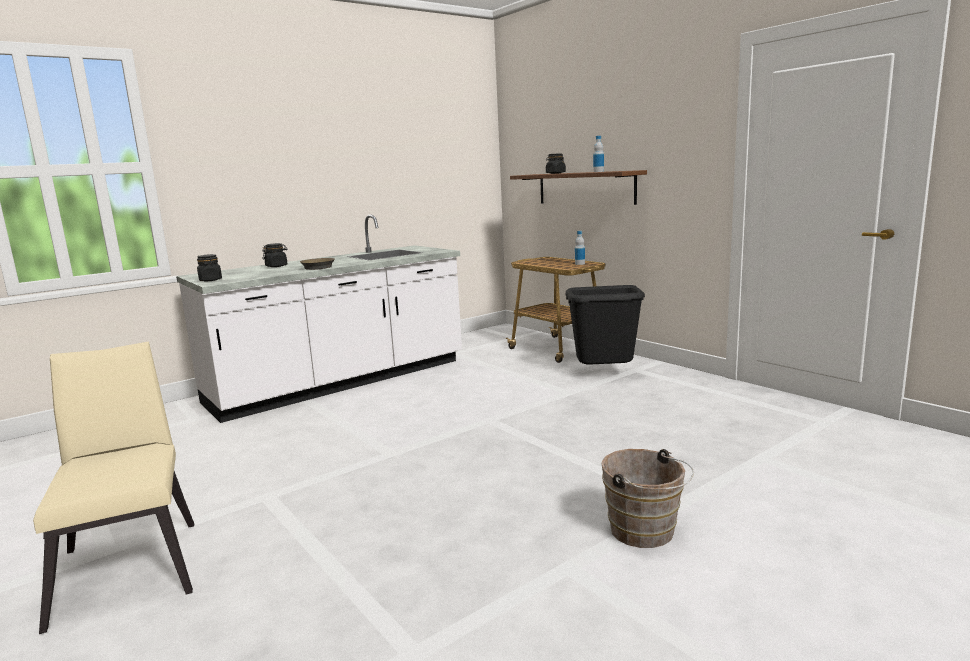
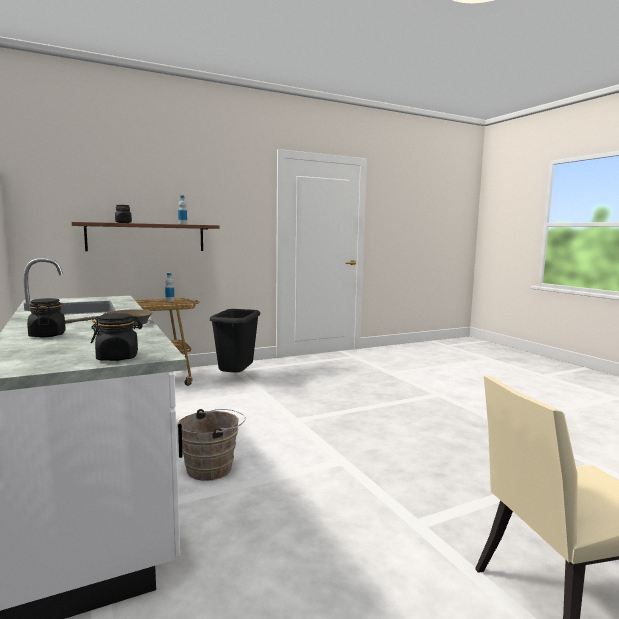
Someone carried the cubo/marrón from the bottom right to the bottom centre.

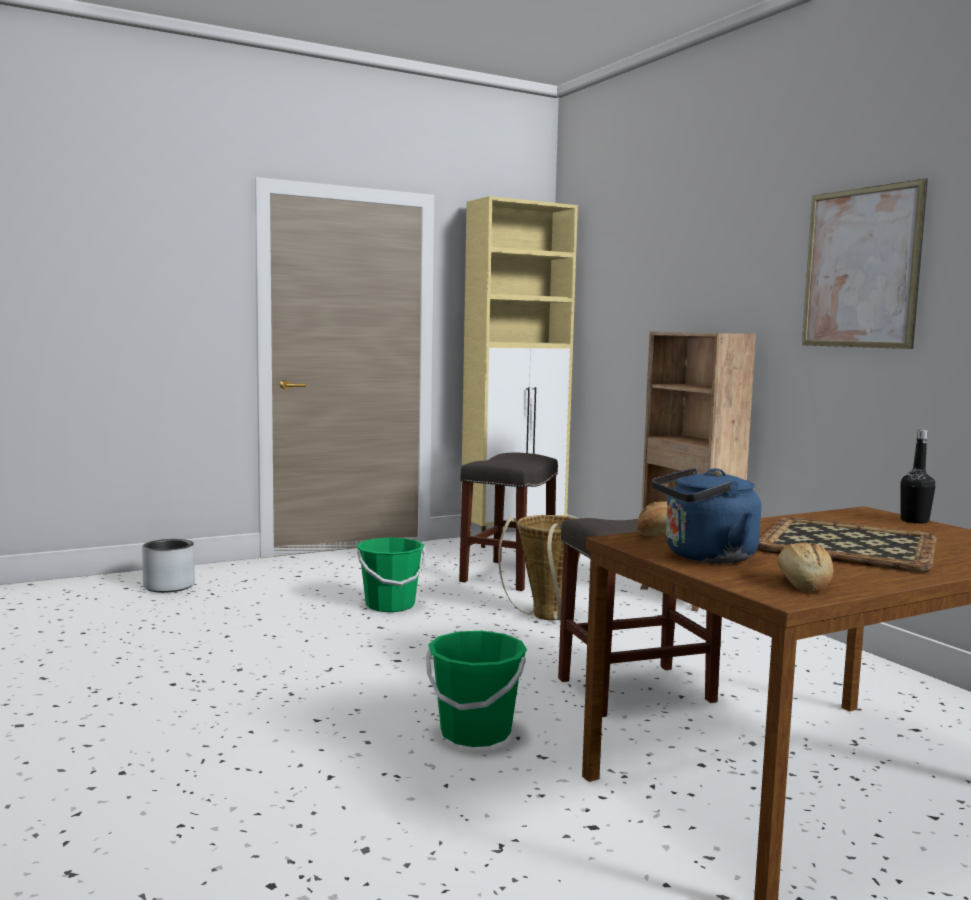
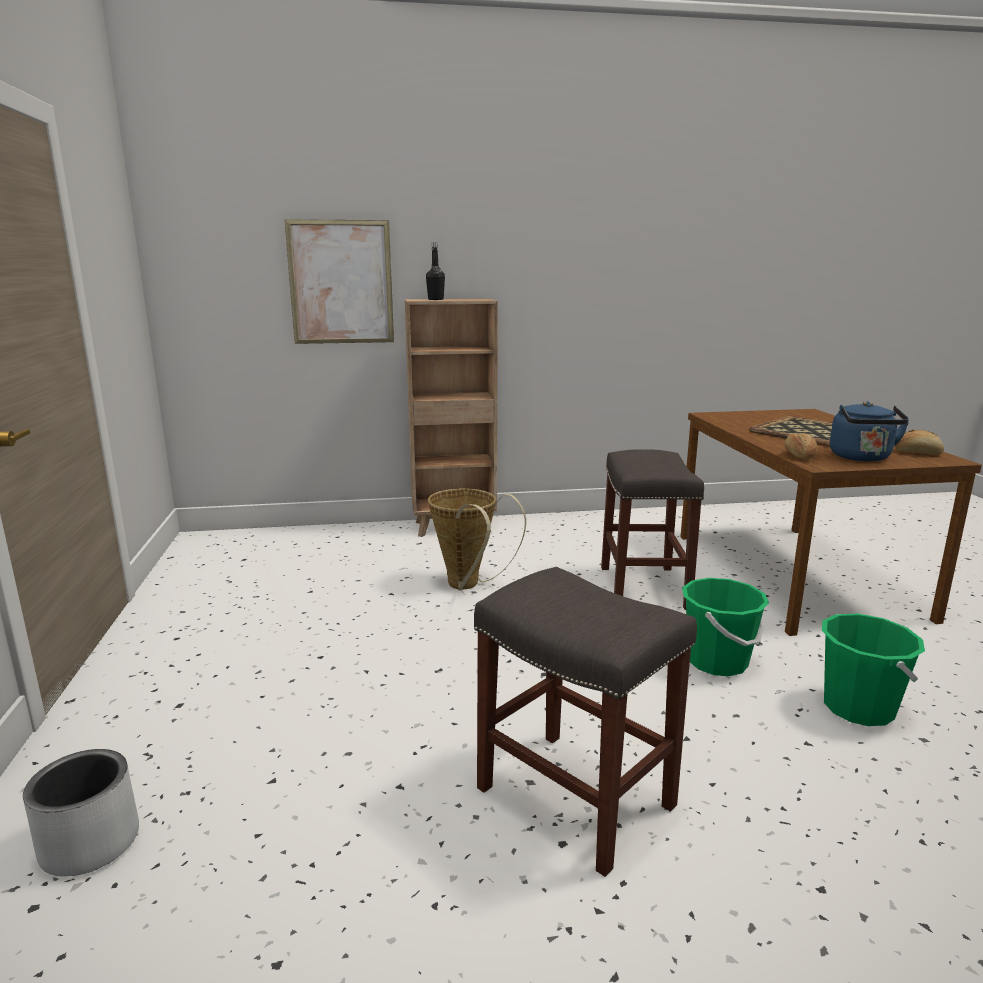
Someone carried the cuadro from the top right to the top centre.
Someone carried the botella/negro from the middle right to the top centre.
Someone carried the taburete/gris (1st from left) from the centre to the bottom centre.
Someone carried the cubo/verde (1st from left in the first image) from the centre to the bottom right.
Someone took away the armario/beis at the centre.

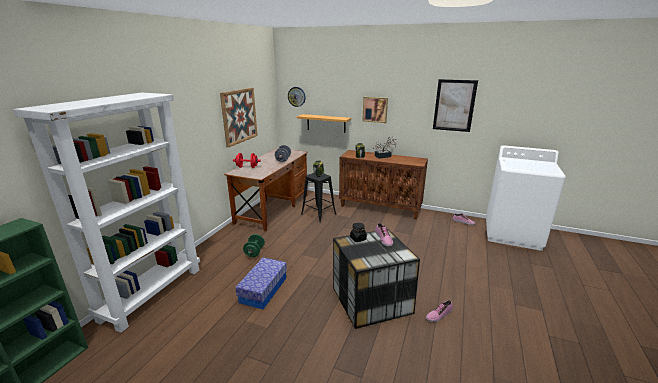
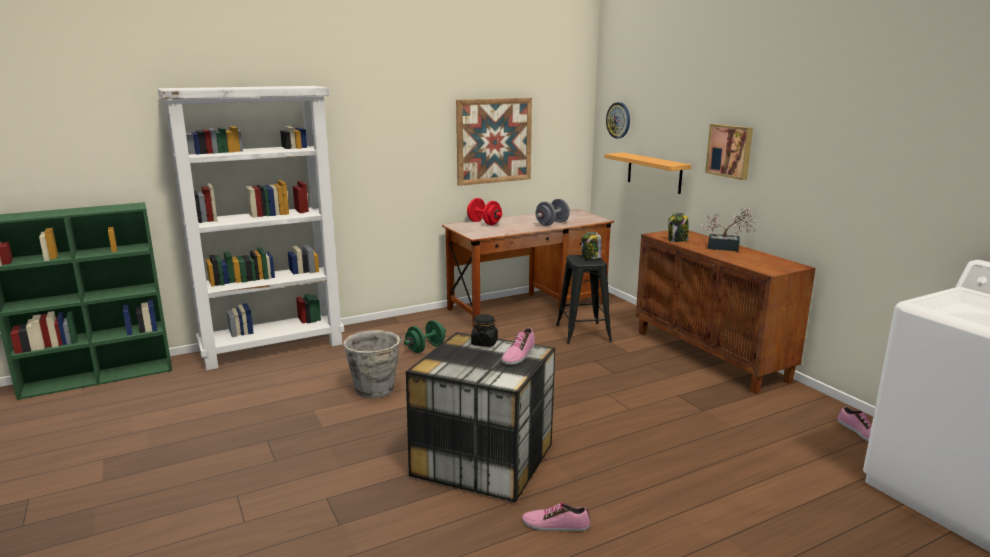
Someone swapped the caja de almacenaje (1st from left) at the bottom centre for the cubo/gris at the centre.
Someone took away the cuadro (3rd from left) at the top right.

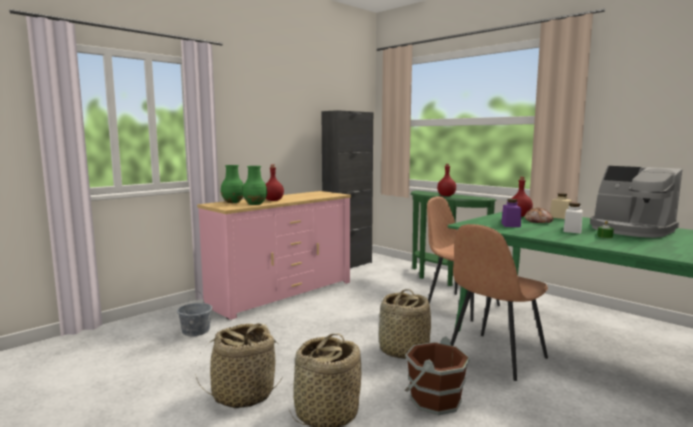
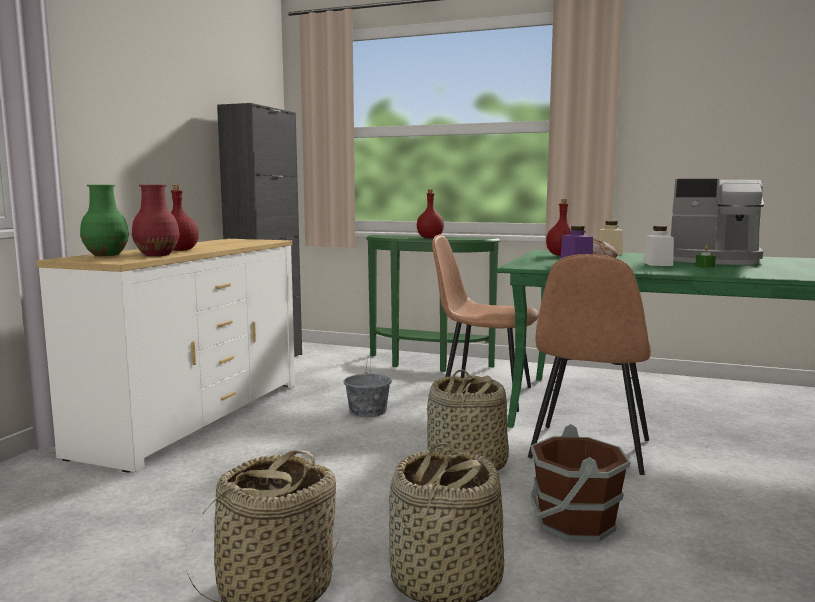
Someone repainted the cómoda/rosa at the centre, which became the cómoda/blanco at the middle left.
Someone repainted the florero/verde (2nd from left) at the centre, which became the florero/rojo at the middle left.
Someone carried the cubo/gris from the bottom left to the centre.

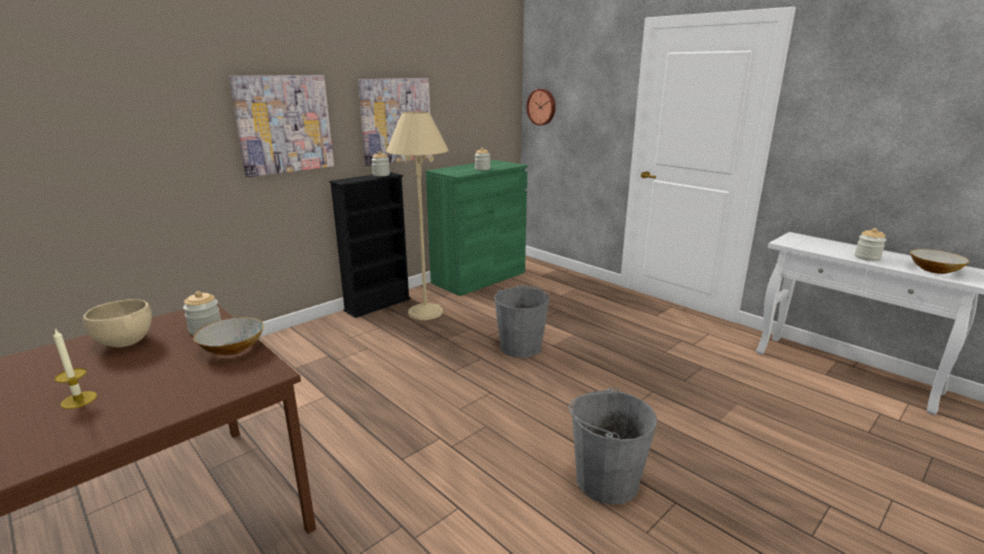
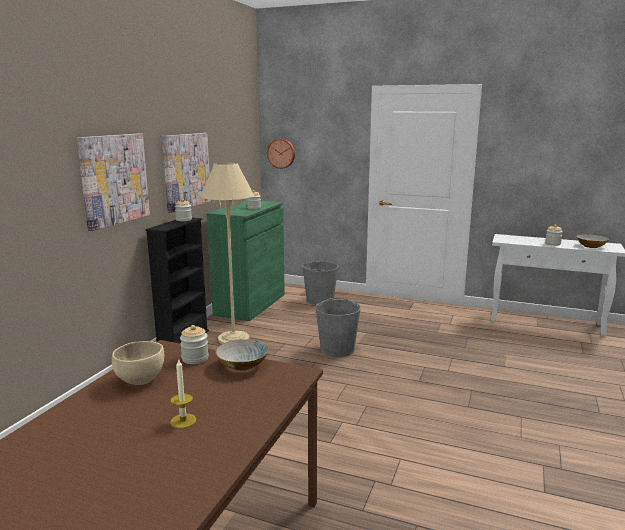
Someone carried the cubo/gris (2nd from left in the first image) from the bottom centre to the centre.

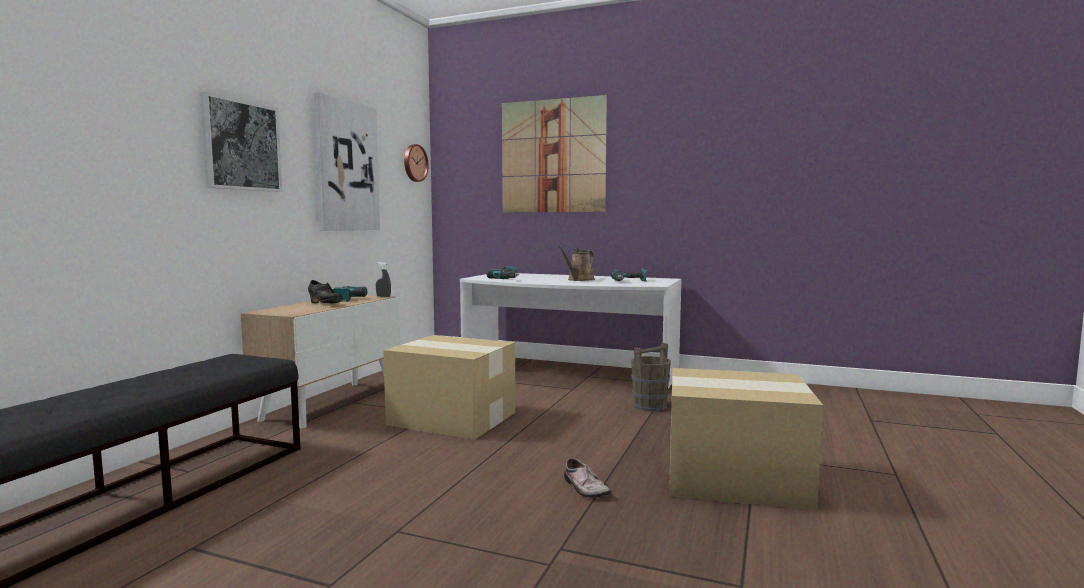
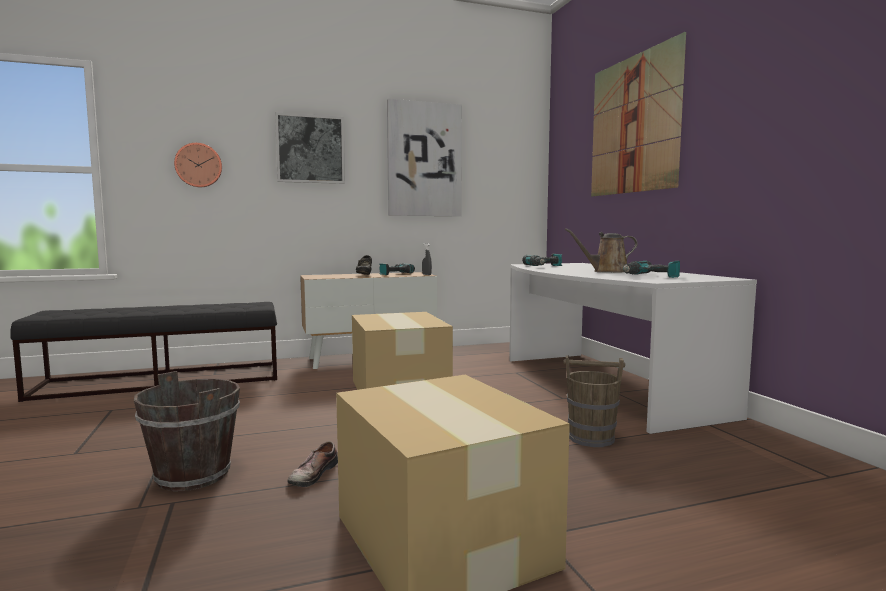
Someone put down the cubo/marrón (1st from left) at the bottom left.
Someone carried the reloj de pared from the top centre to the top left.

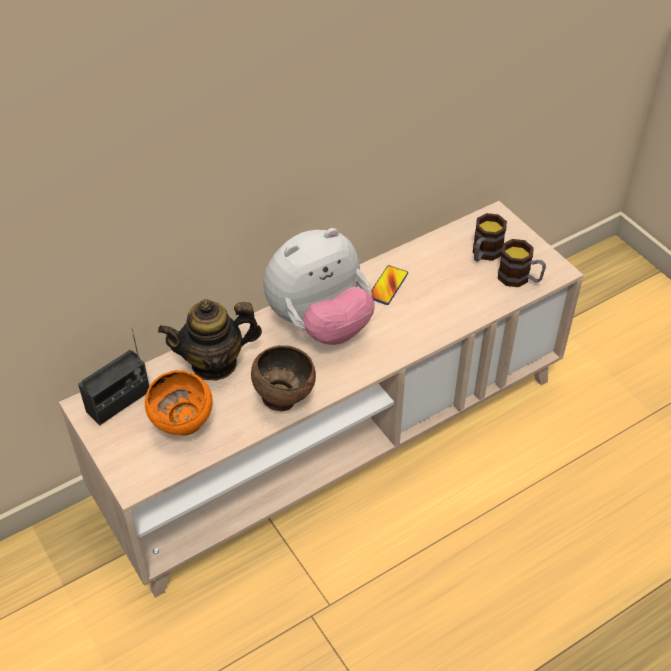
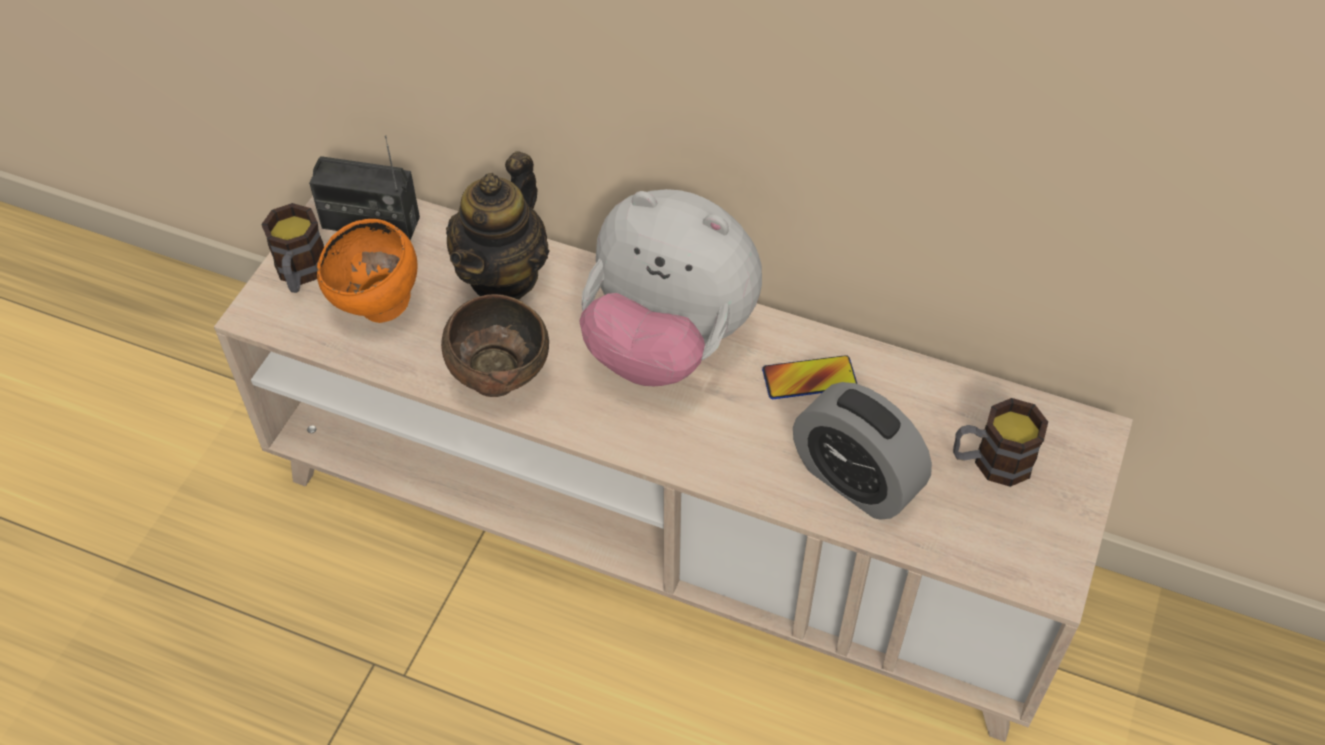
Someone carried the taza grande (2nd from left in the first image) from the middle right to the top left.
Someone rotated the tetera at the middle left by 105 degrees counterclockwise.
Someone put down the despertador at the centre.

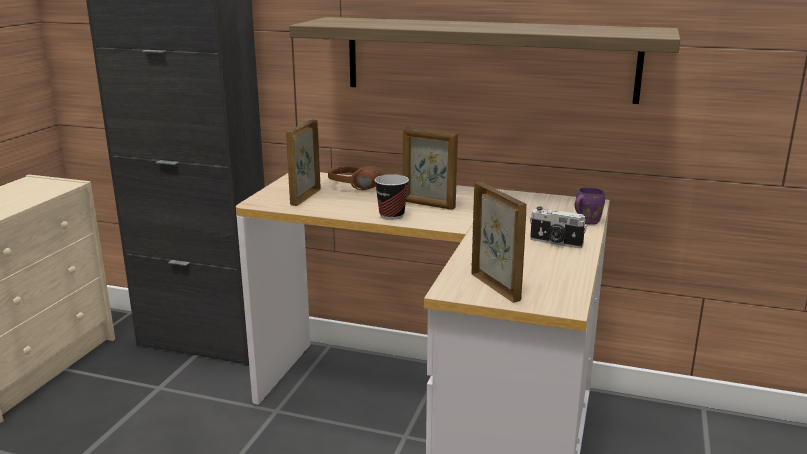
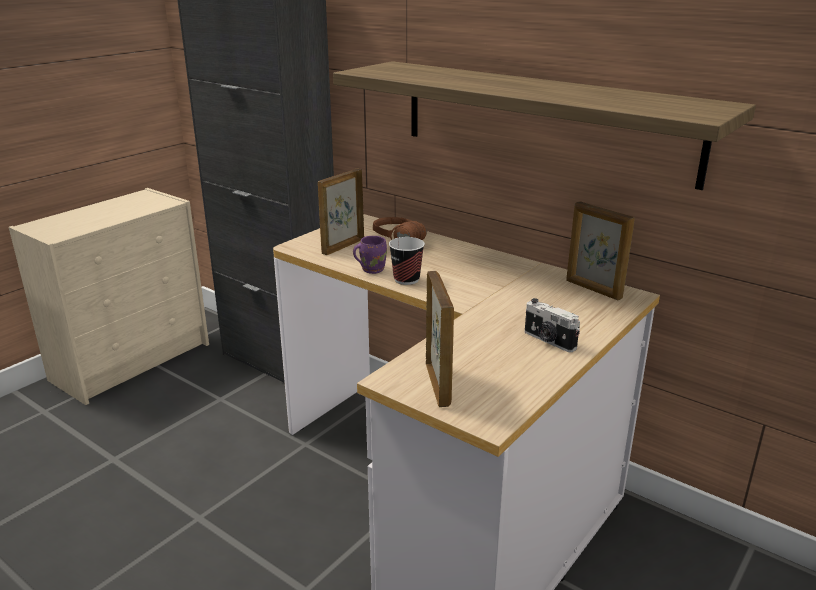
Someone carried the taza grande/morado from the middle right to the centre.
Someone carried the portarretratos (2nd from left in the first image) from the centre to the middle right.

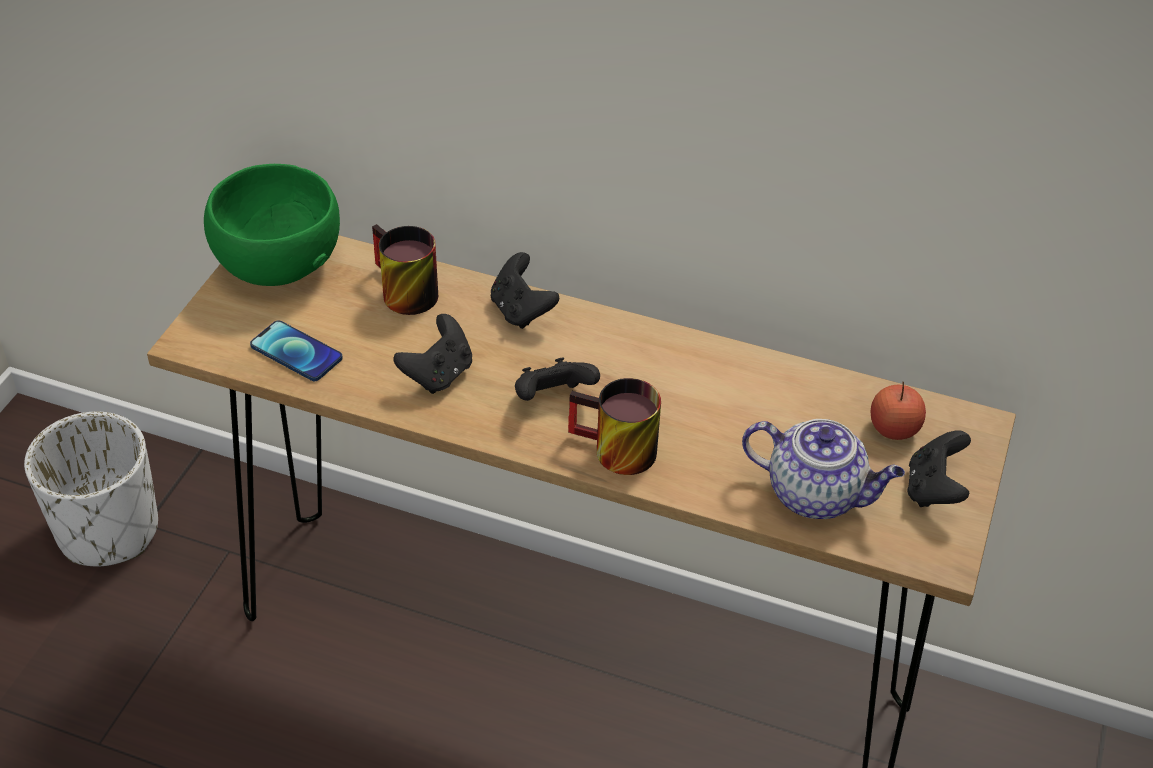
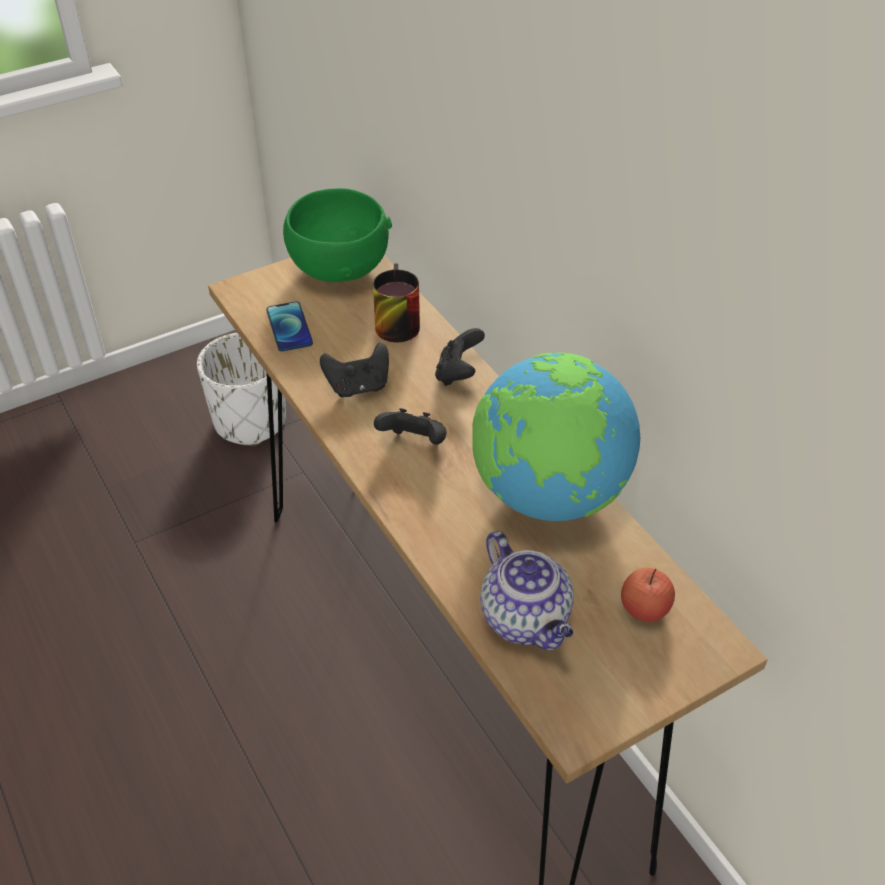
Someone put down the globo terráqueo at the centre.
Someone took away the taza grande (2nd from left) at the centre.
Someone took away the mando de consola/negro (4th from left) at the middle right.

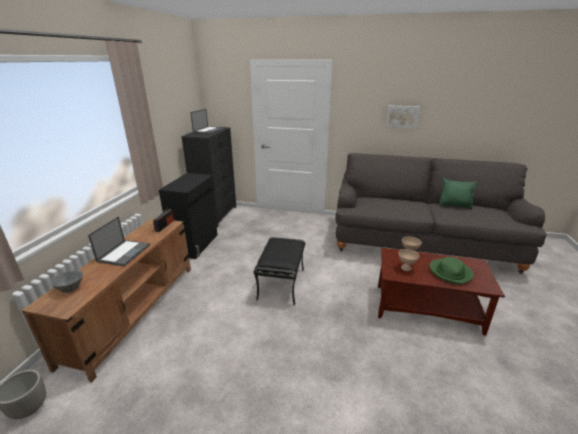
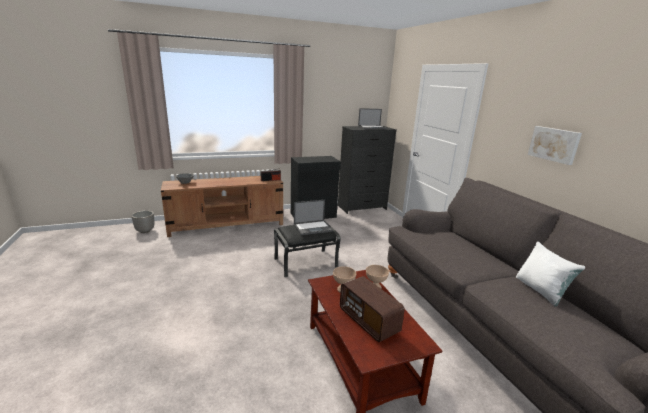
Someone carried the portátil (1st from left) from the middle left to the centre.
Someone swapped the sombrero/verde at the middle right for the radio (2nd from left) at the bottom centre.
Someone repainted the cojín/verde at the middle right, which became the cojín/blanco at the middle right.

